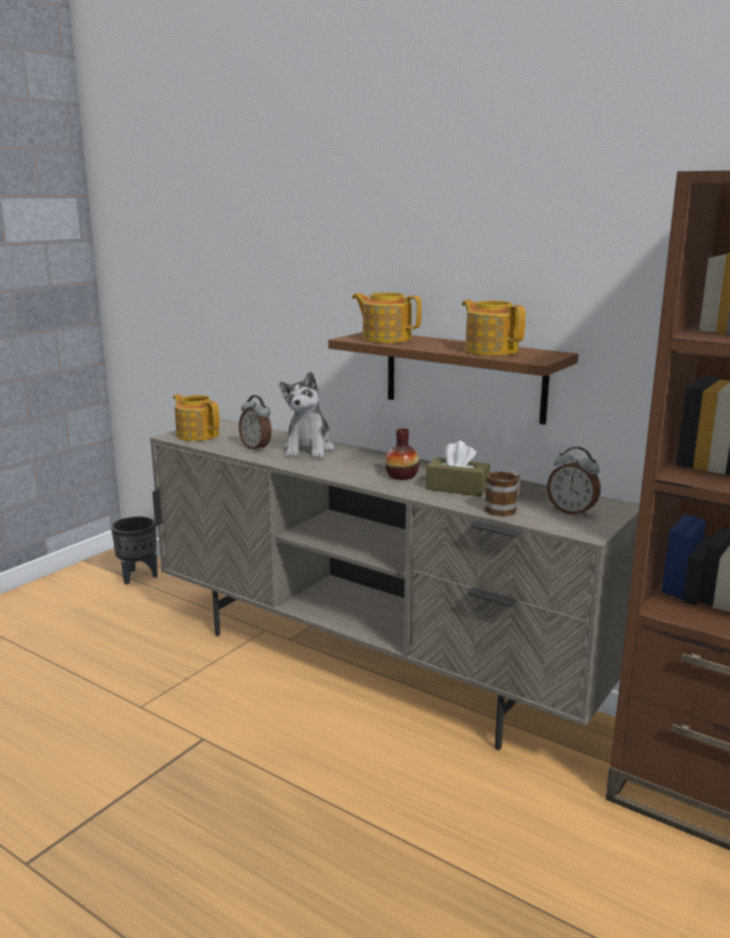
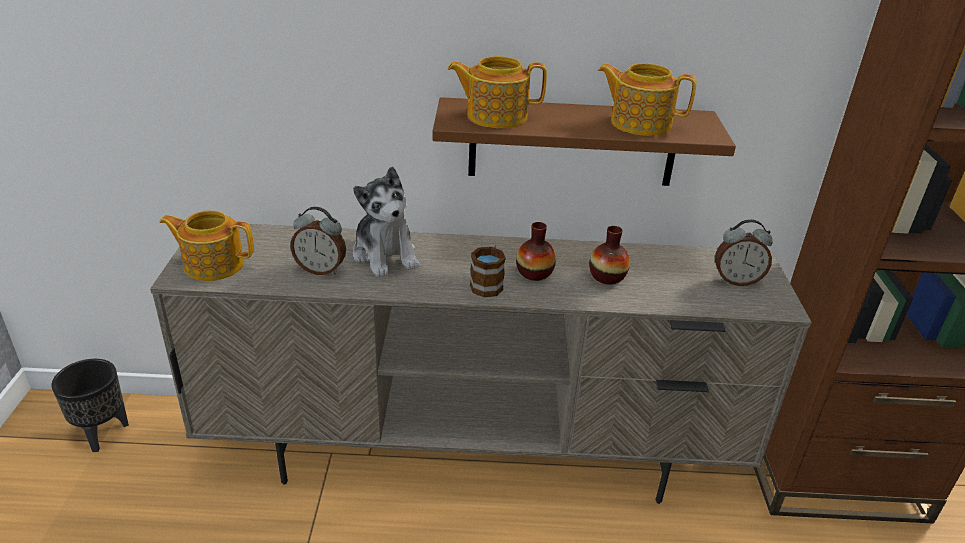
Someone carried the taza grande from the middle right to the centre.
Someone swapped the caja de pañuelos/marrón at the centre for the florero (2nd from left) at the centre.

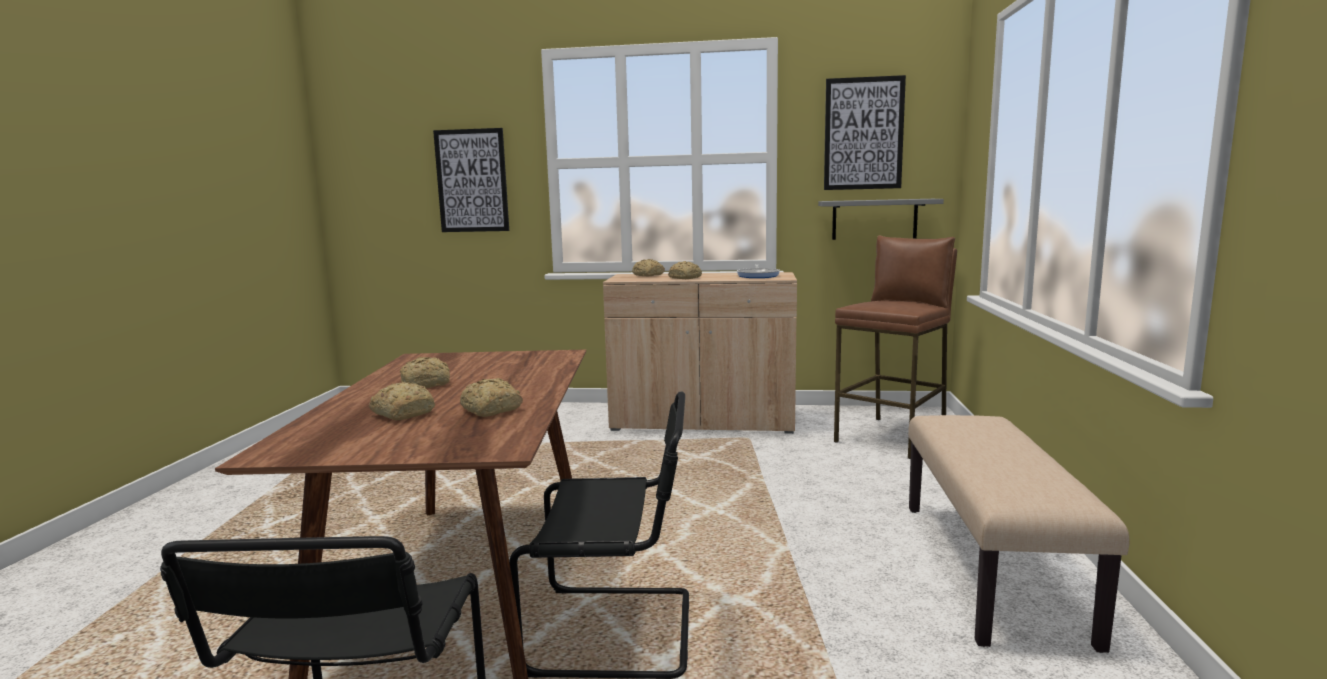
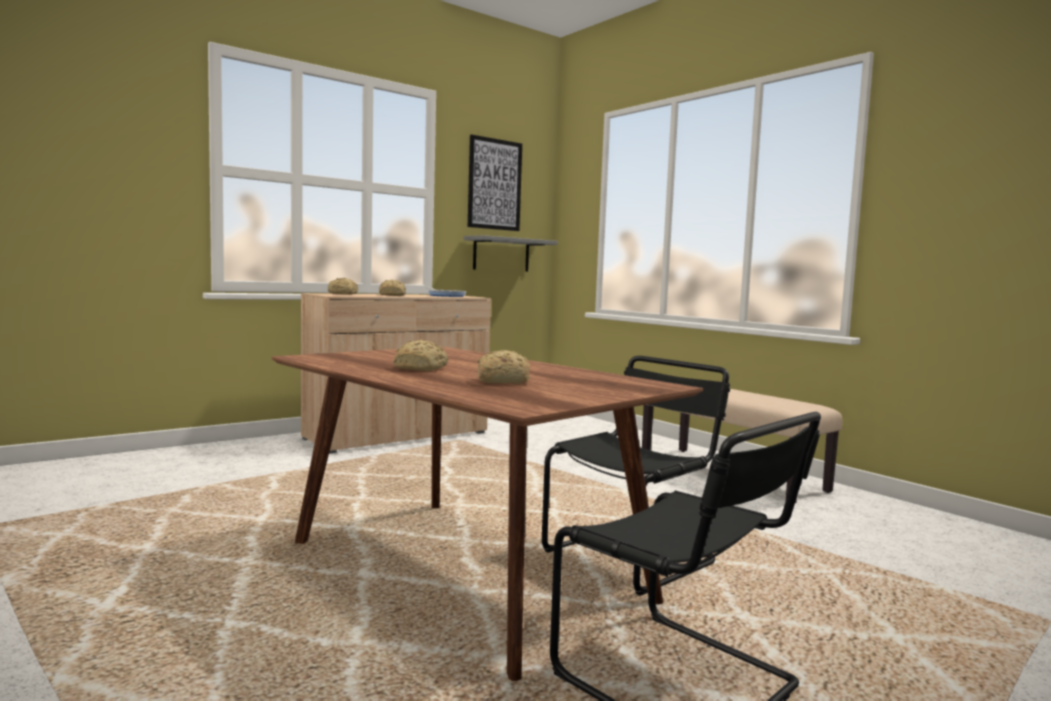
Someone took away the cuadro (1st from left) at the top centre.
Someone took away the pan (3rd from left) at the centre.
Someone took away the taburete/marrón at the middle right.

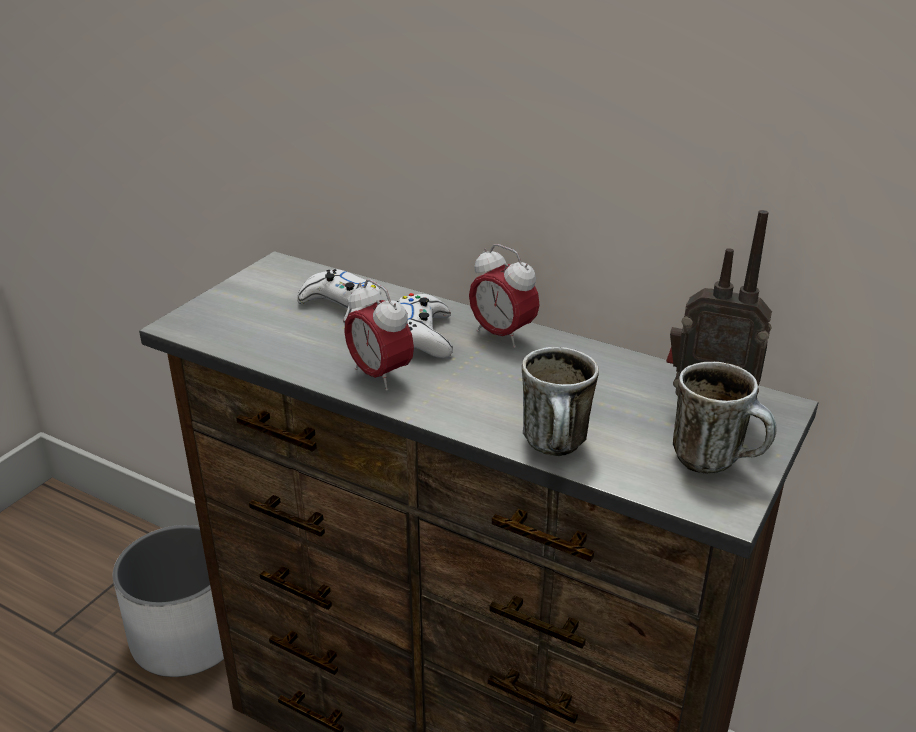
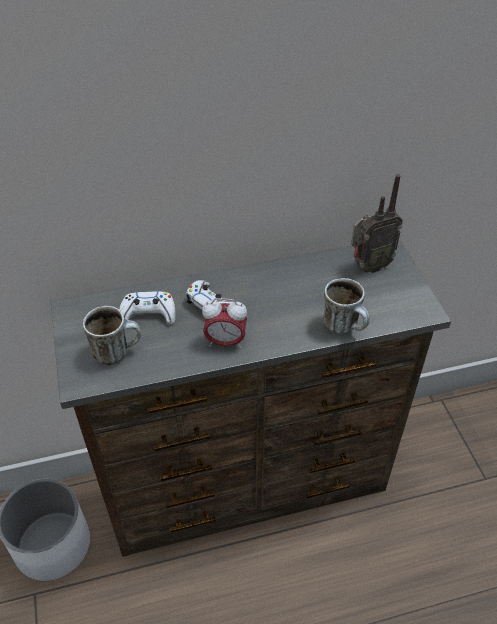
Someone carried the taza grande (2nd from left in the first image) from the middle right to the middle left.
Someone took away the despertador (2nd from left) at the centre.

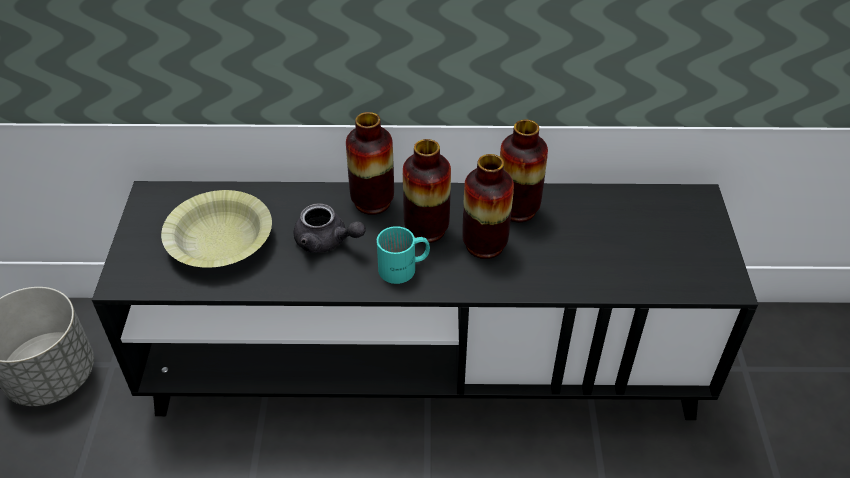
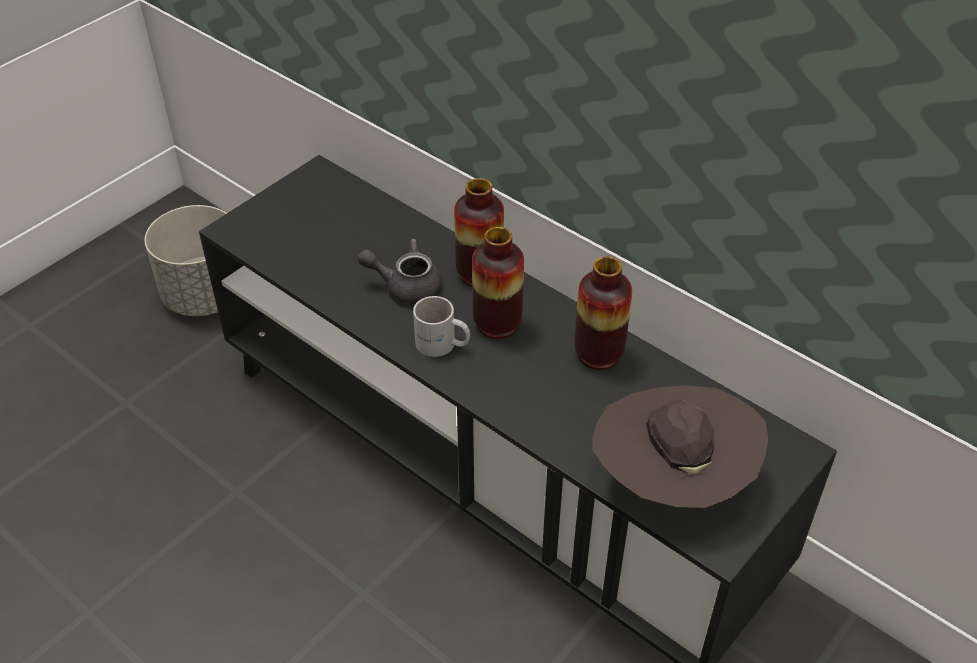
Someone rotated the tetera/gris at the centre by 120 degrees clockwise.
Someone repainted the taza grande/turquesa at the centre, which became the taza grande/blanco at the centre.
Someone put down the sombrero/marrón at the bottom right.
Someone took away the cuenco/amarillo at the middle left.
Someone took away the florero (3rd from left) at the centre.

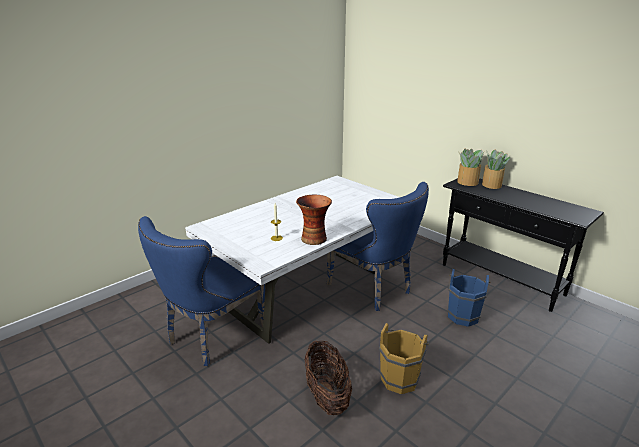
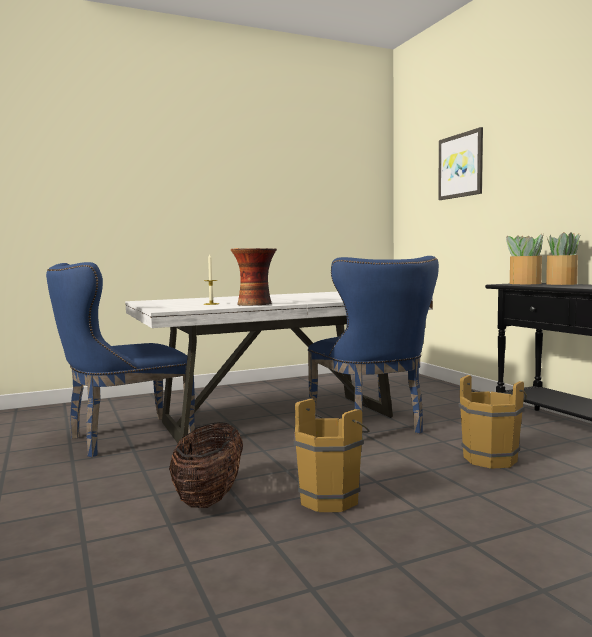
Someone put up the cuadro at the top right.
Someone repainted the cubo/azul at the bottom right, which became the cubo/marrón (2nd from left) at the middle right.

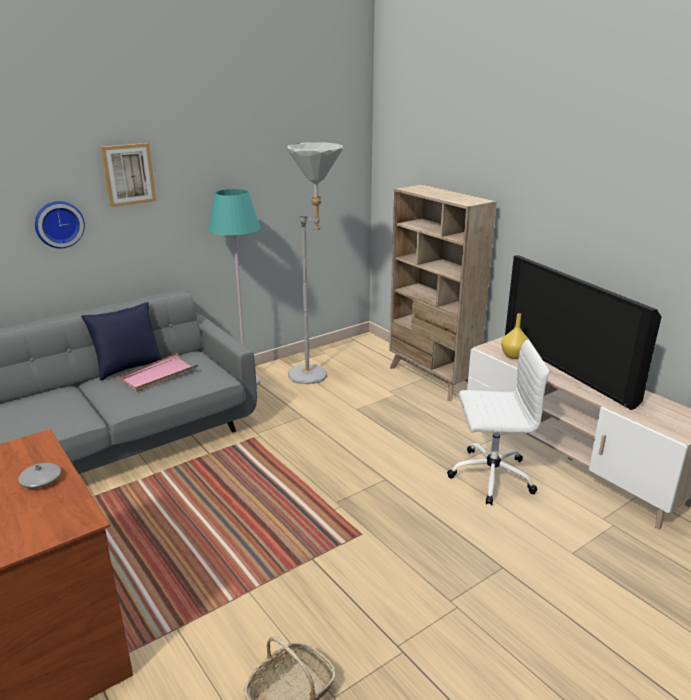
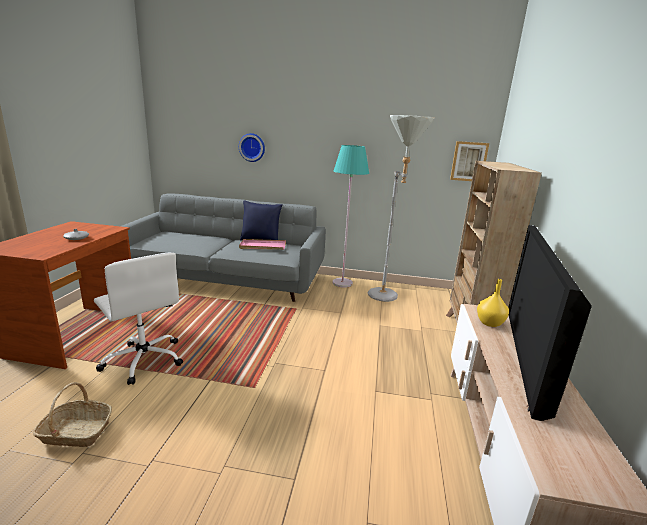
Someone carried the silla de oficina/blanco from the middle right to the middle left.
Someone carried the cuadro from the top left to the top right.

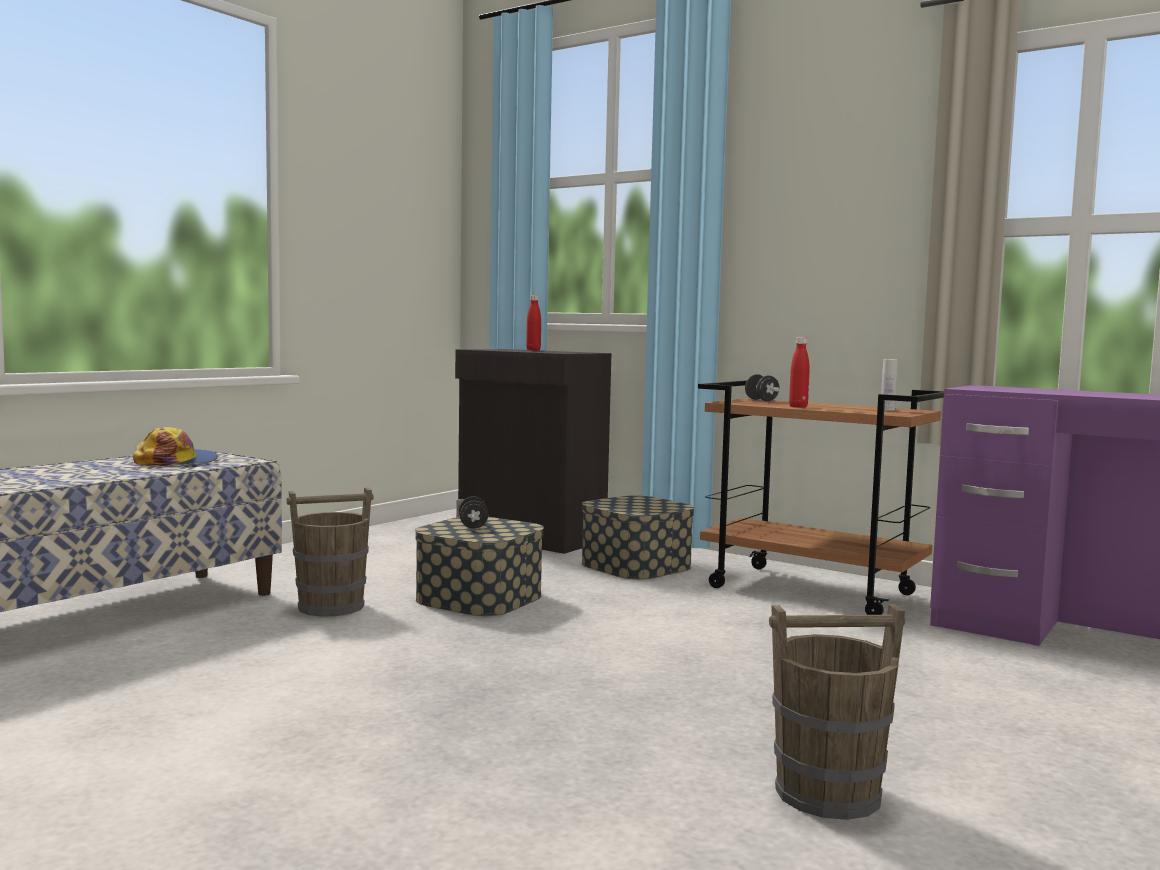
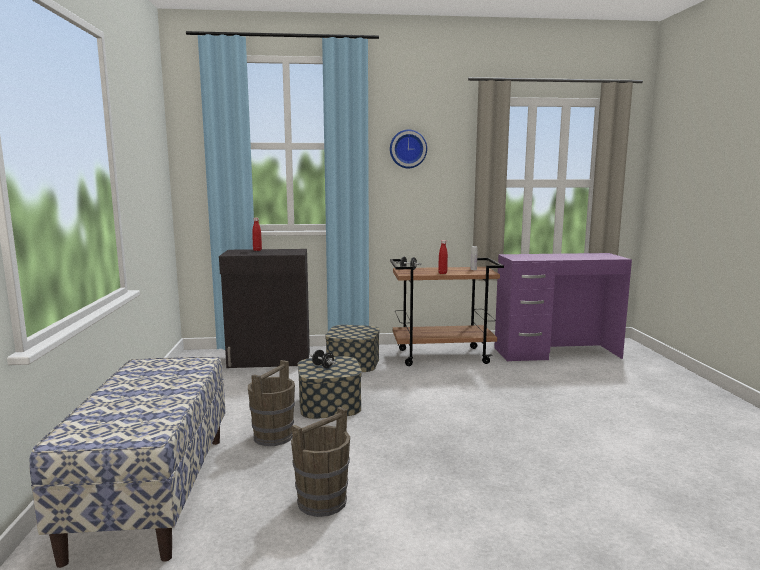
Someone carried the cubo/marrón (2nd from left) from the bottom right to the bottom centre.
Someone put up the reloj de pared at the top centre.
Someone took away the gorra at the middle left.

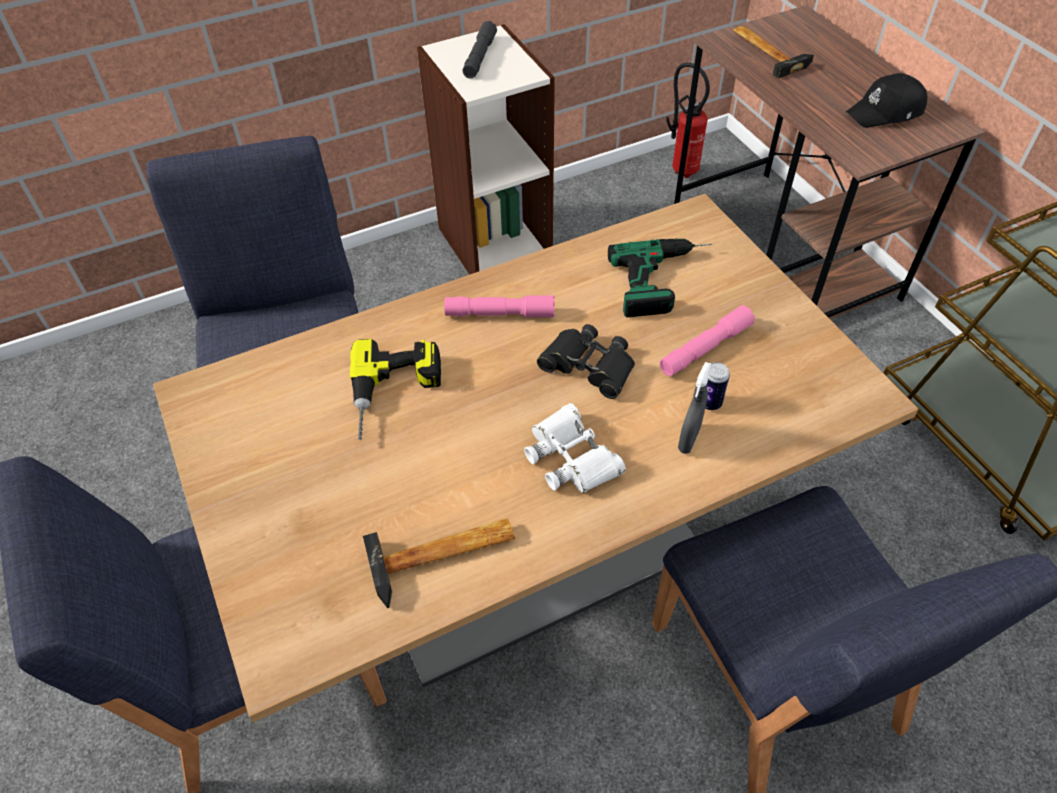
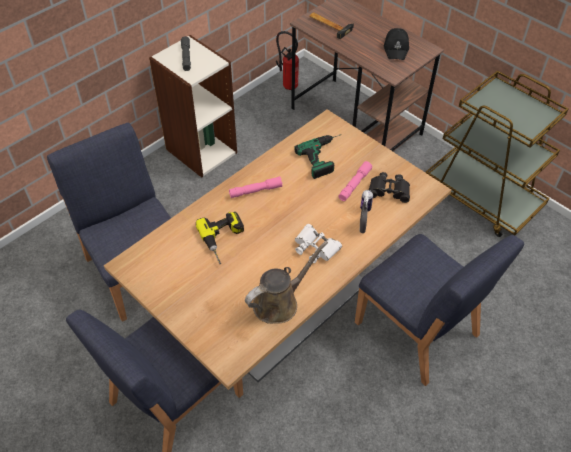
Someone swapped the martillo (1st from left) at the bottom centre for the regadera/marrón at the centre.
Someone carried the prismáticos/negro from the centre to the middle right.
Someone rotated the gorra/negro at the top right by 45 degrees counterclockwise.

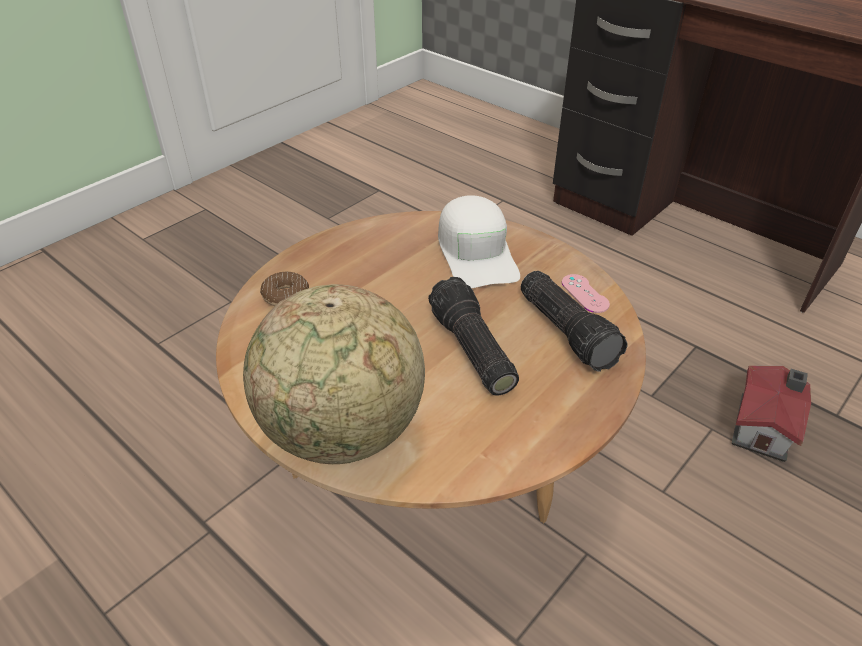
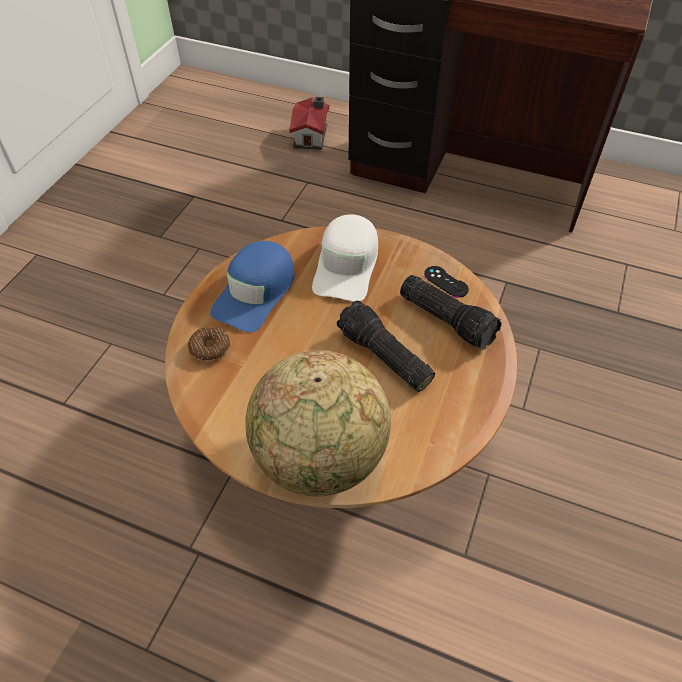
Someone put down the gorra/azul at the centre.
Someone carried the casita from the middle right to the top centre.
Someone rotated the gorra/blanco at the centre by 45 degrees clockwise.
Someone repainted the mando de consola/rosa at the middle right, which became the mando de consola/negro at the centre.

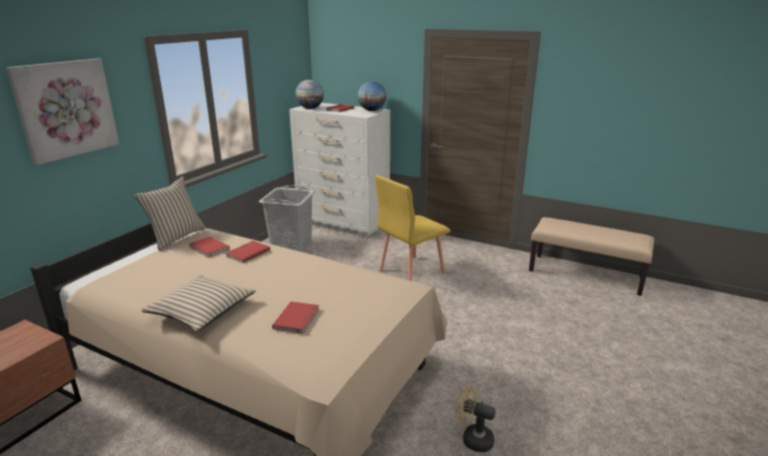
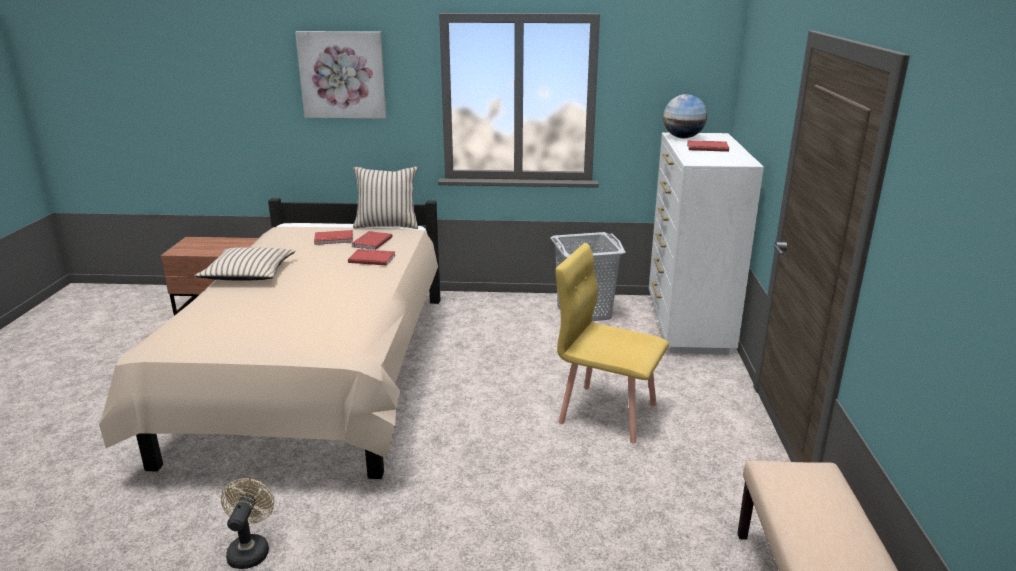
Someone carried the libro/rojo (3rd from left in the first image) from the bottom centre to the middle left.
Someone took away the globo terráqueo (2nd from left) at the top centre.

